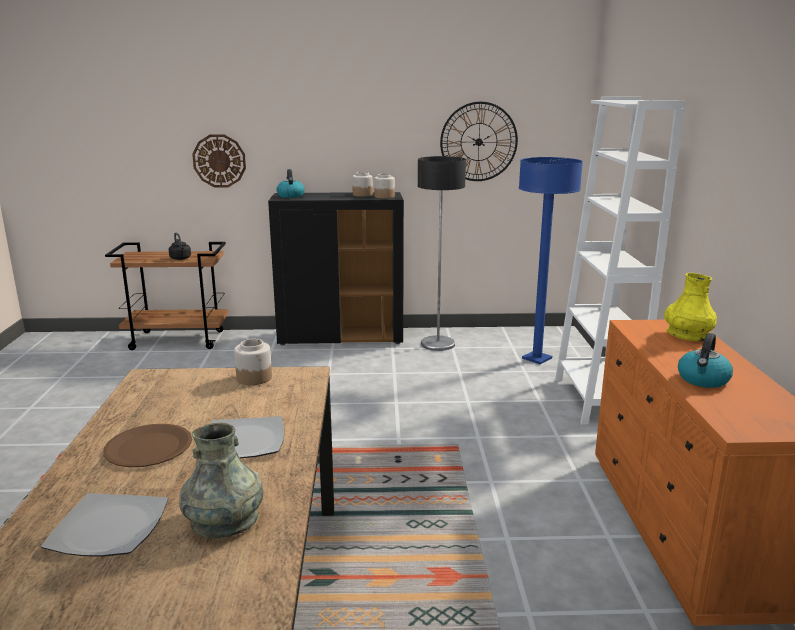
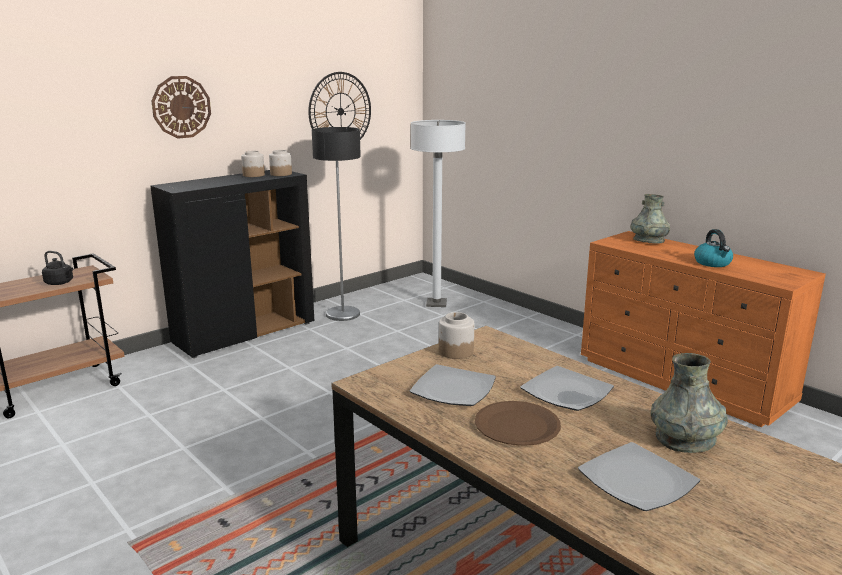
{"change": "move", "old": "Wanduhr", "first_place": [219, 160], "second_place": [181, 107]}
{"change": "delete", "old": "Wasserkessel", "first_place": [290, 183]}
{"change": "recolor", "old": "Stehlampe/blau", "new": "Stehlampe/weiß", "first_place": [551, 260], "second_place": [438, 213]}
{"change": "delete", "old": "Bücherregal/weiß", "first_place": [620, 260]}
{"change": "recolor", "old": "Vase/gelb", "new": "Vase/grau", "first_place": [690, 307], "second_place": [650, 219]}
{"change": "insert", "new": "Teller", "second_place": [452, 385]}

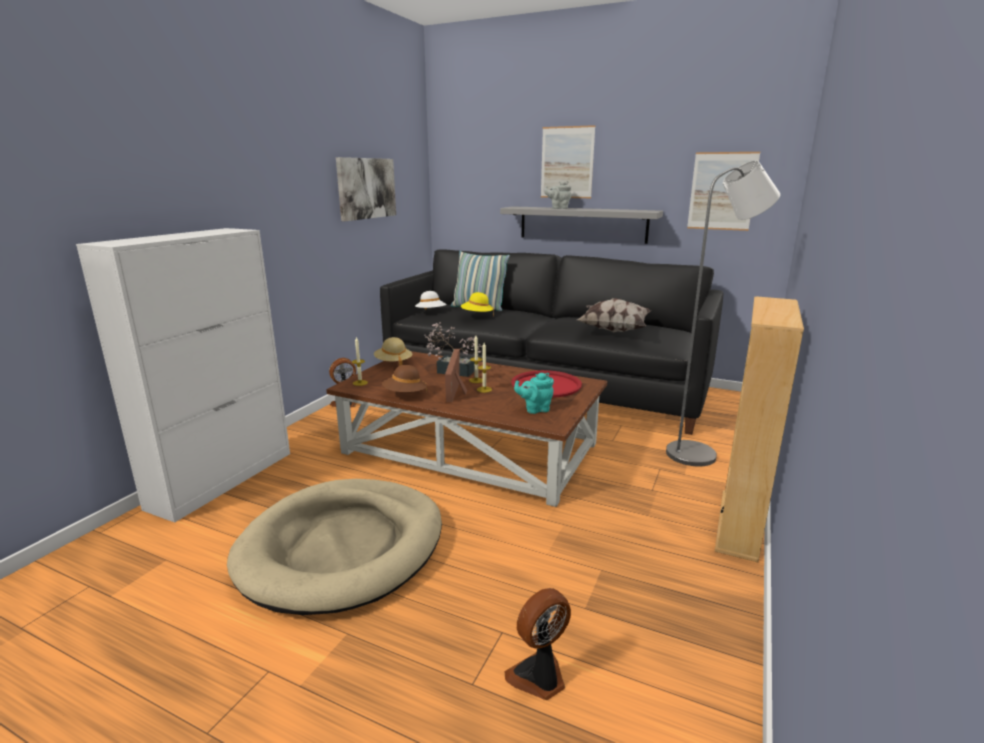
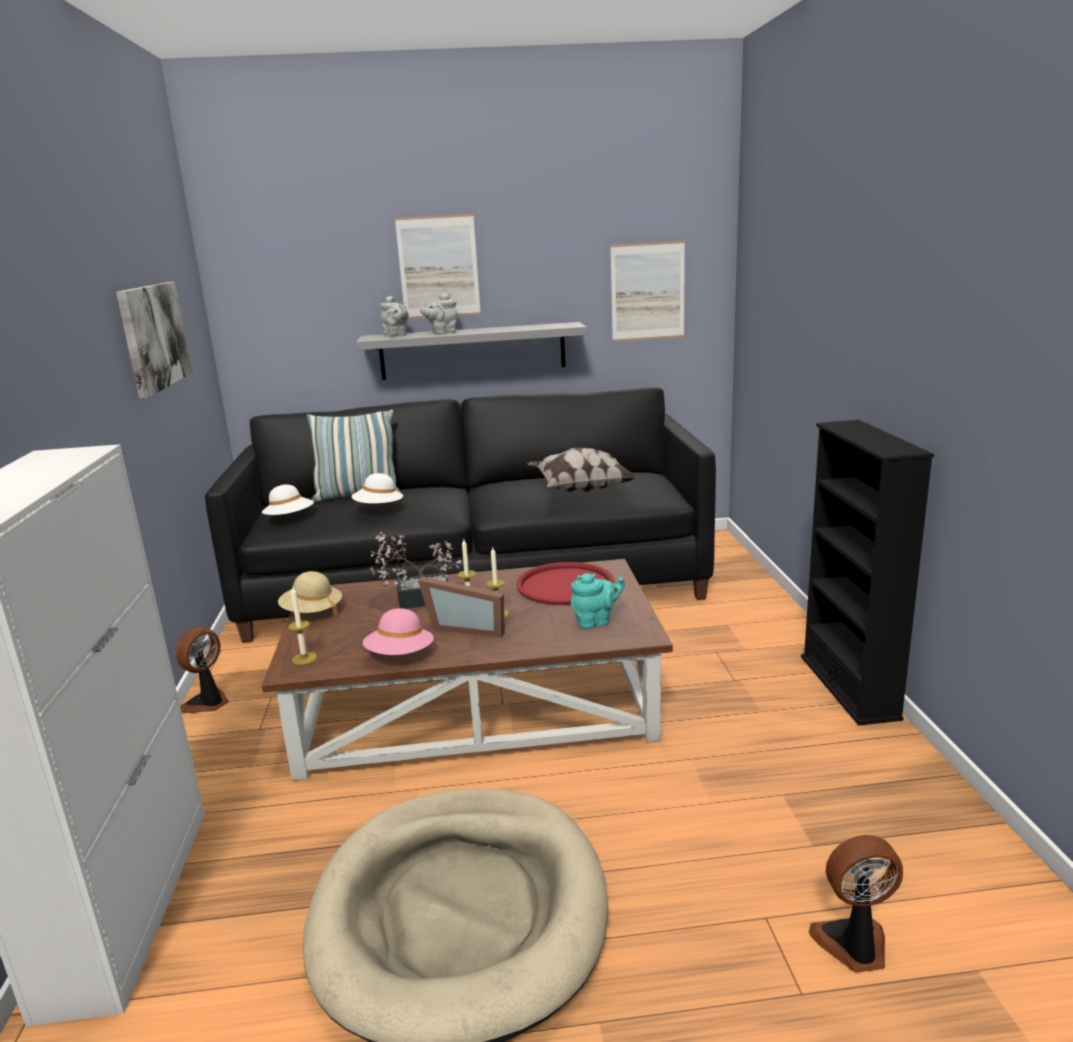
{"change": "recolor", "old": "Hut/braun", "new": "Hut/rosa", "first_place": [404, 378], "second_place": [398, 631]}
{"change": "rotate", "old": "Bilderrahmen", "first_place": [456, 375], "second_place": [461, 607], "degrees": -45}
{"change": "recolor", "old": "Hut/gelb", "new": "Hut/weiß", "first_place": [477, 304], "second_place": [378, 488]}
{"change": "rotate", "old": "Ventilator", "first_place": [538, 644], "second_place": [856, 904], "degrees": 60}
{"change": "rotate", "old": "Teekanne/türkis", "first_place": [534, 393], "second_place": [598, 601], "degrees": -150}
{"change": "delete", "old": "Stehlampe/grau", "first_place": [723, 313]}
{"change": "recolor", "old": "Bücherregal/beige", "new": "Bücherregal/schwarz", "first_place": [759, 429], "second_place": [867, 573]}
{"change": "insert", "new": "Teekanne/grau", "second_place": [394, 316]}

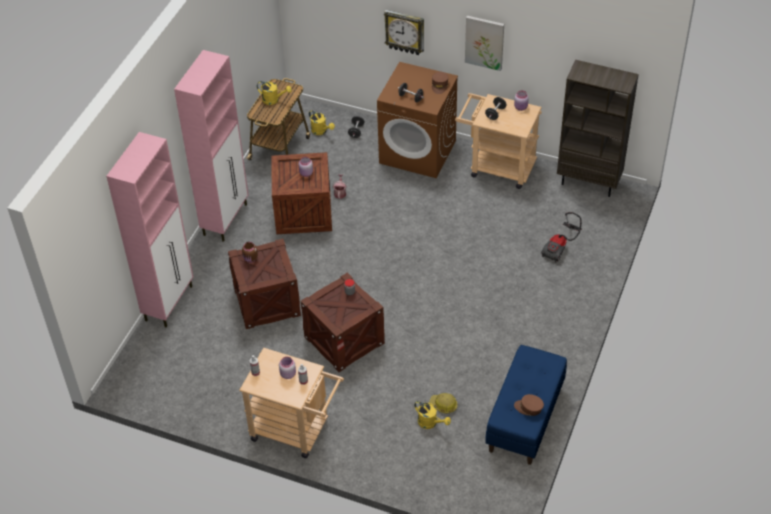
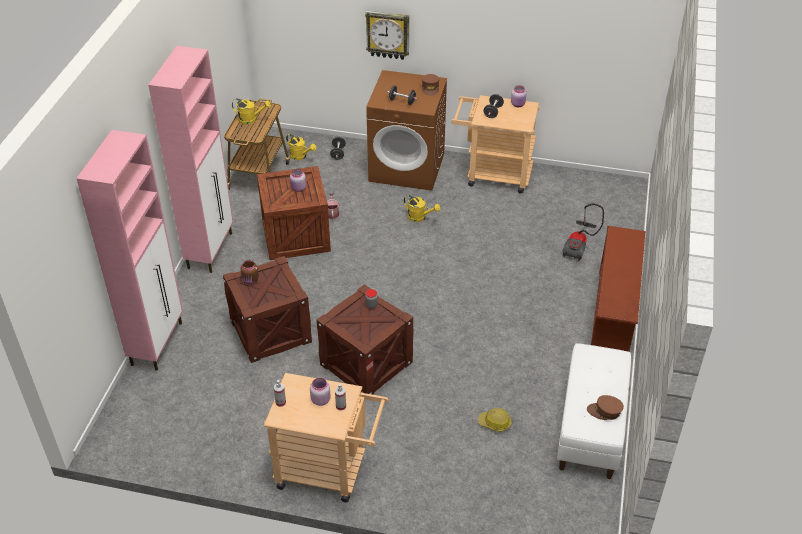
{"change": "move", "old": "Gießkanne/gelb", "first_place": [432, 415], "second_place": [422, 208]}
{"change": "delete", "old": "Bild", "first_place": [484, 43]}
{"change": "recolor", "old": "Bank/blau", "new": "Bank/weiß", "first_place": [526, 405], "second_place": [594, 411]}
{"change": "delete", "old": "Bücherregal/braun", "first_place": [598, 128]}
{"change": "insert", "new": "Schuhregal/braun", "second_place": [618, 289]}

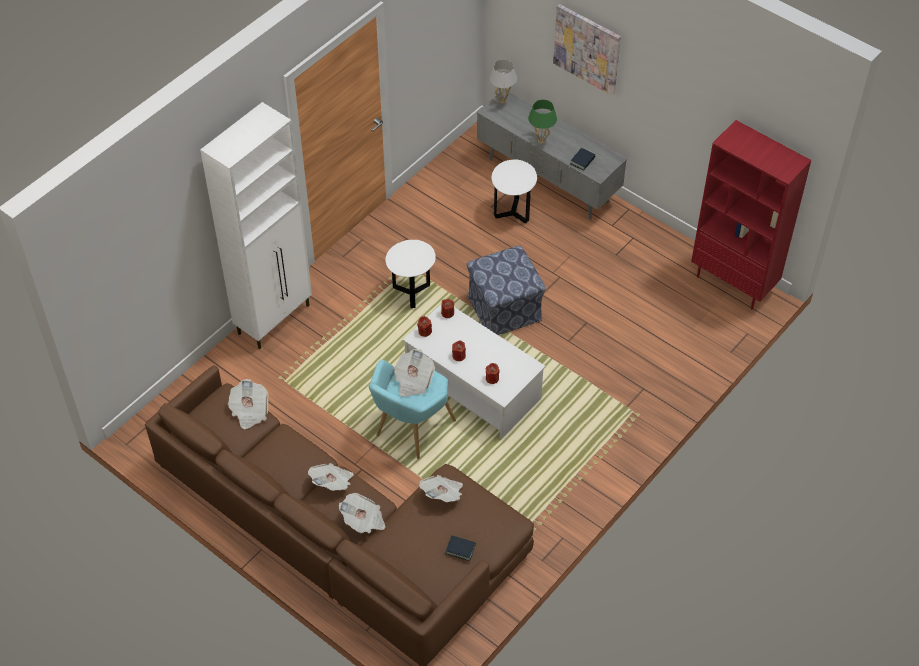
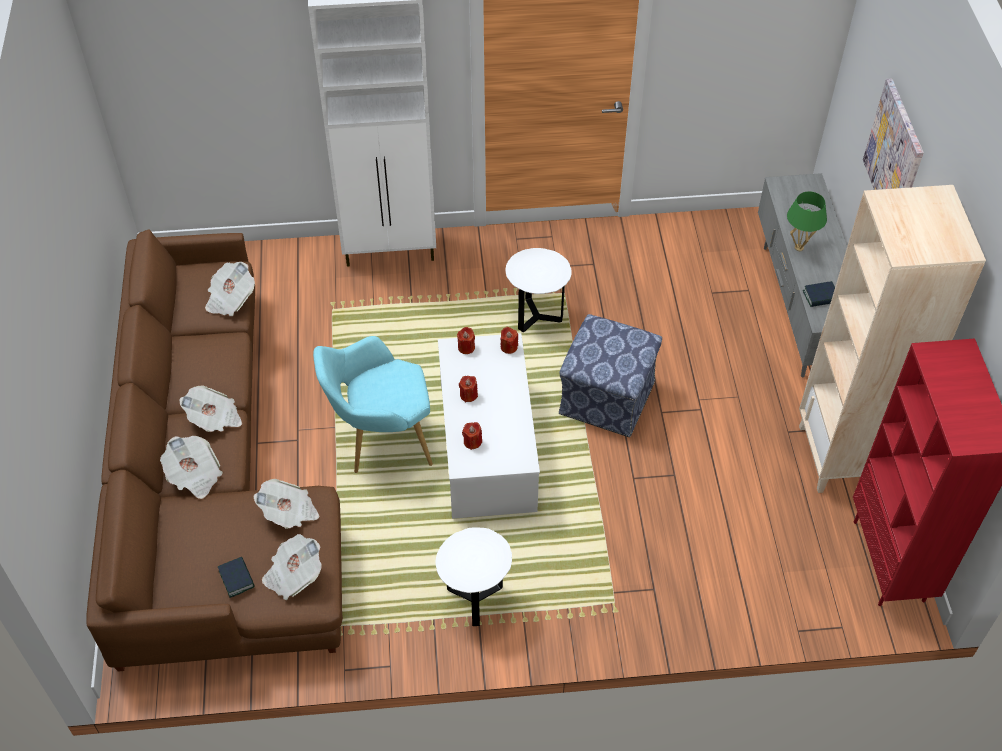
{"change": "move", "old": "Zeitung", "first_place": [414, 373], "second_place": [292, 567]}
{"change": "delete", "old": "Tischlampe/weiß", "first_place": [503, 82]}
{"change": "move", "old": "Beistelltisch/weiß", "first_place": [514, 191], "second_place": [474, 576]}
{"change": "insert", "new": "Bücherregal/beige", "second_place": [892, 339]}

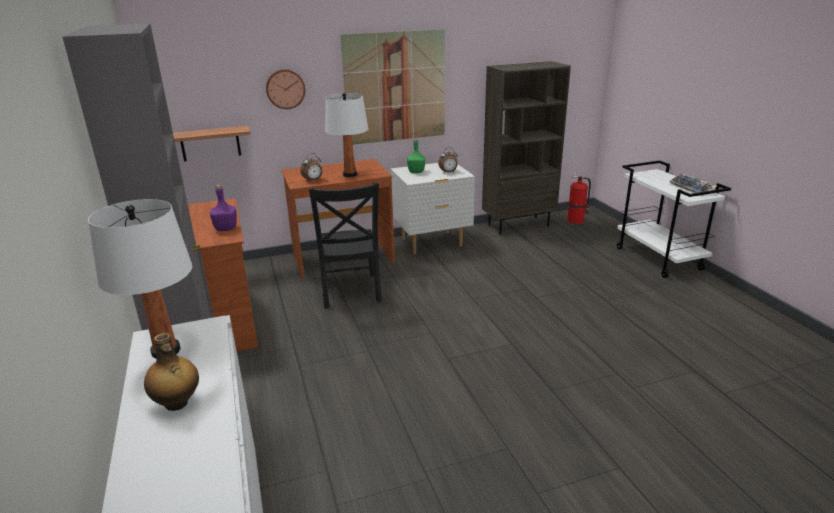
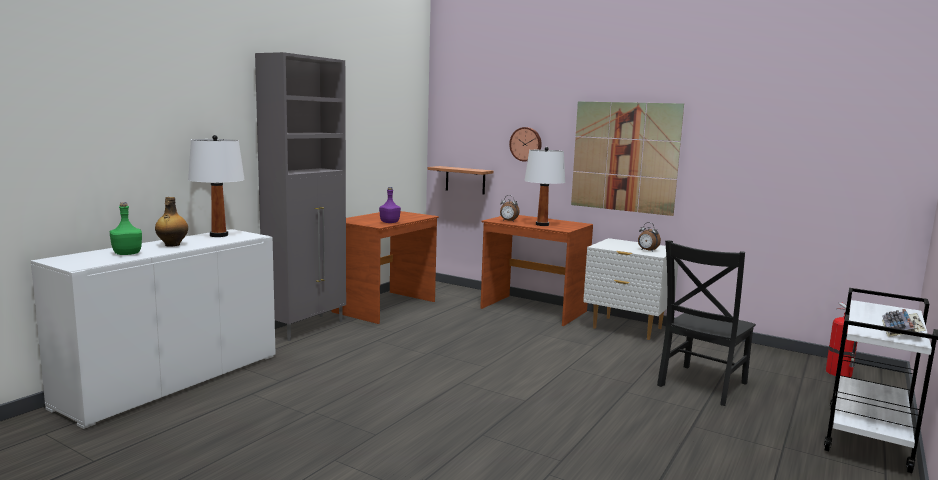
{"change": "move", "old": "Stuhl/schwarz", "first_place": [345, 245], "second_place": [706, 323]}
{"change": "move", "old": "Flasche/grün", "first_place": [416, 156], "second_place": [126, 228]}
{"change": "delete", "old": "Bücherregal/braun", "first_place": [526, 148]}

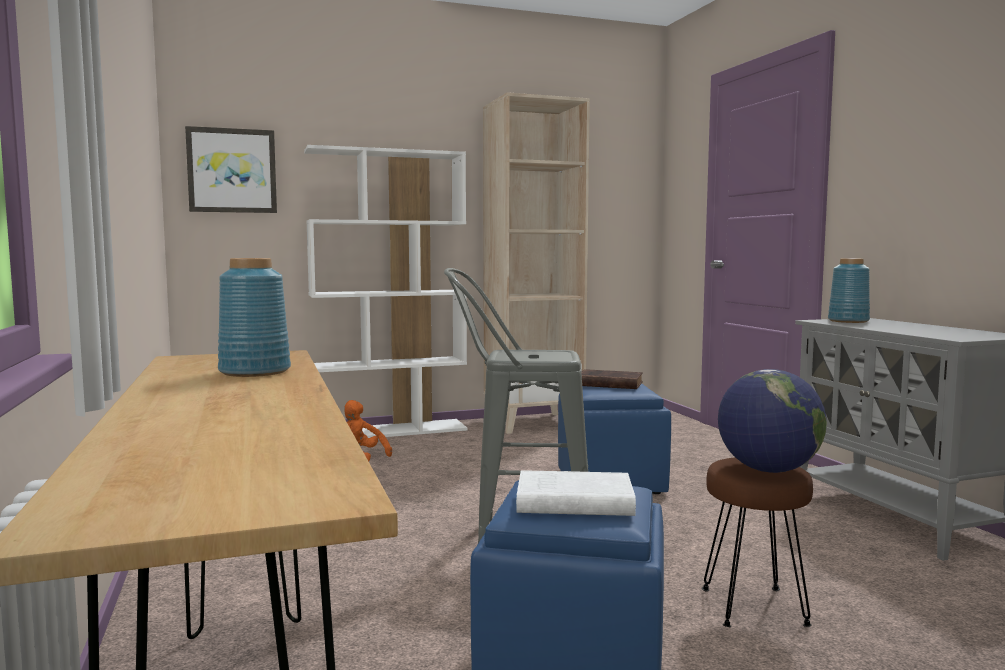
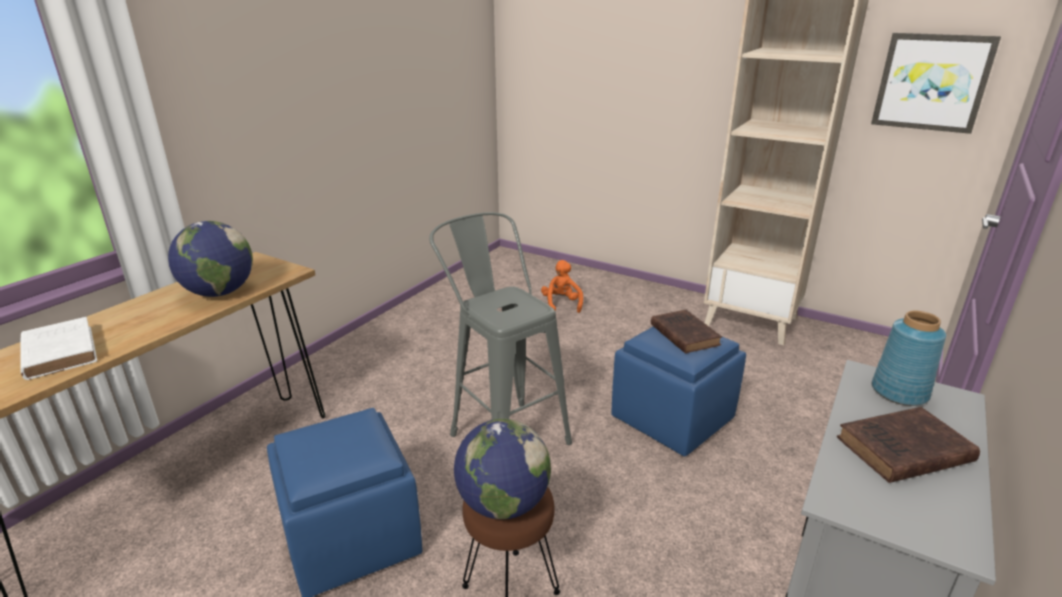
{"change": "move", "old": "Bild", "first_place": [231, 169], "second_place": [936, 83]}
{"change": "replace", "old": "Vase/blau", "new": "Globus", "first_place": [254, 317], "second_place": [210, 259]}
{"change": "delete", "old": "Bücherregal/weiß", "first_place": [385, 291]}
{"change": "move", "old": "Buch/weiß", "first_place": [576, 493], "second_place": [58, 348]}
{"change": "insert", "new": "Buch/braun", "second_place": [908, 445]}

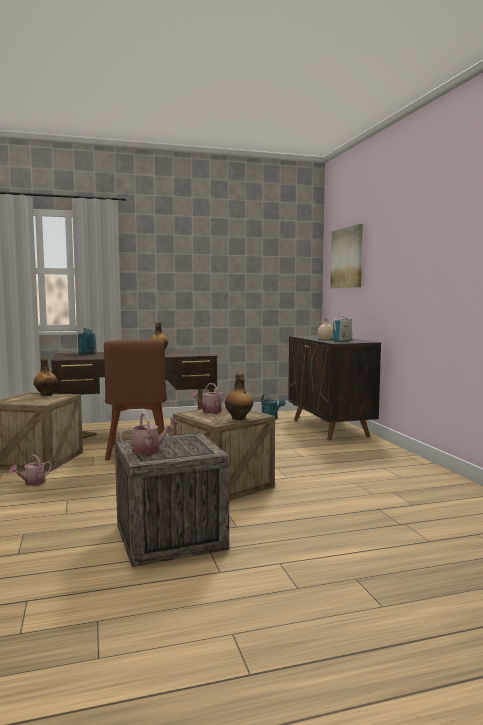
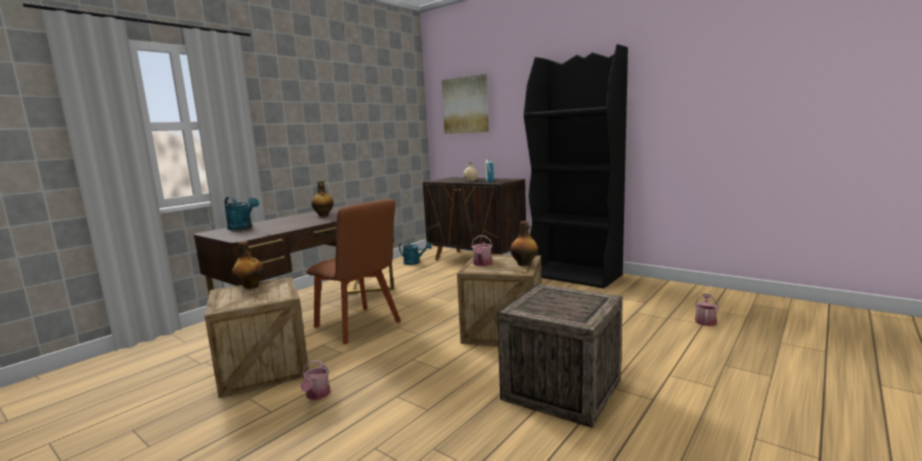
{"change": "move", "old": "Gießkanne", "first_place": [149, 433], "second_place": [707, 310]}
{"change": "insert", "new": "Bücherregal/schwarz", "second_place": [576, 166]}

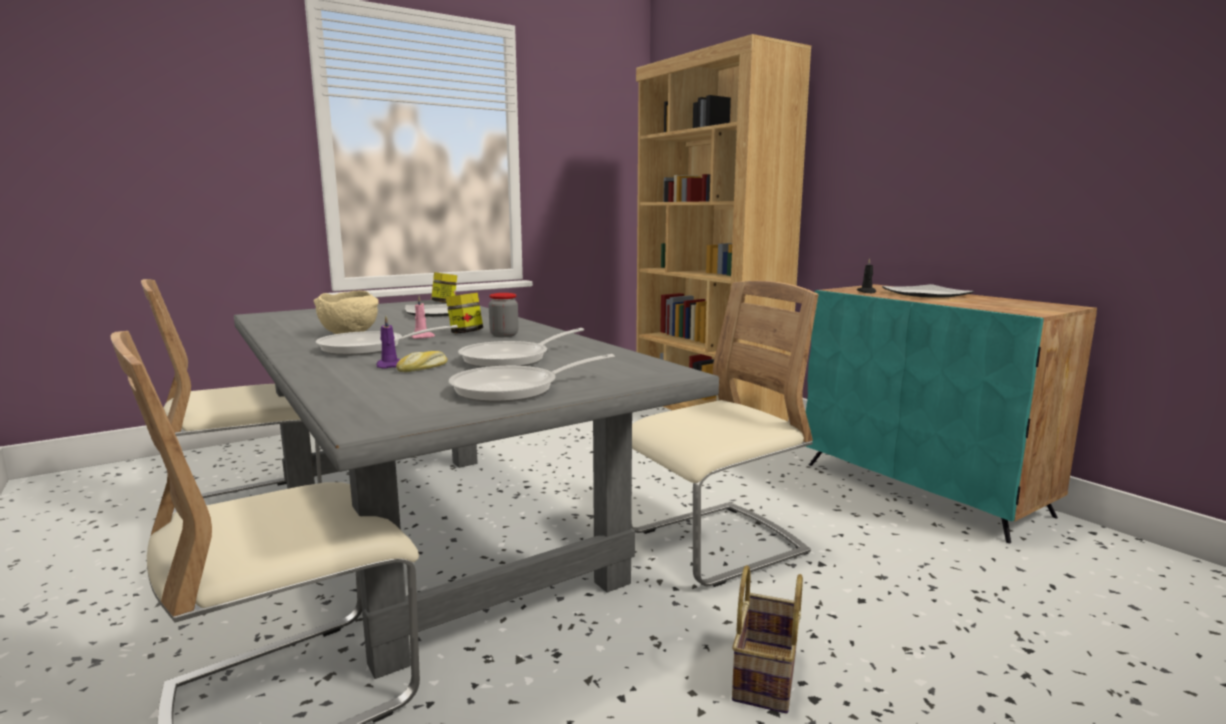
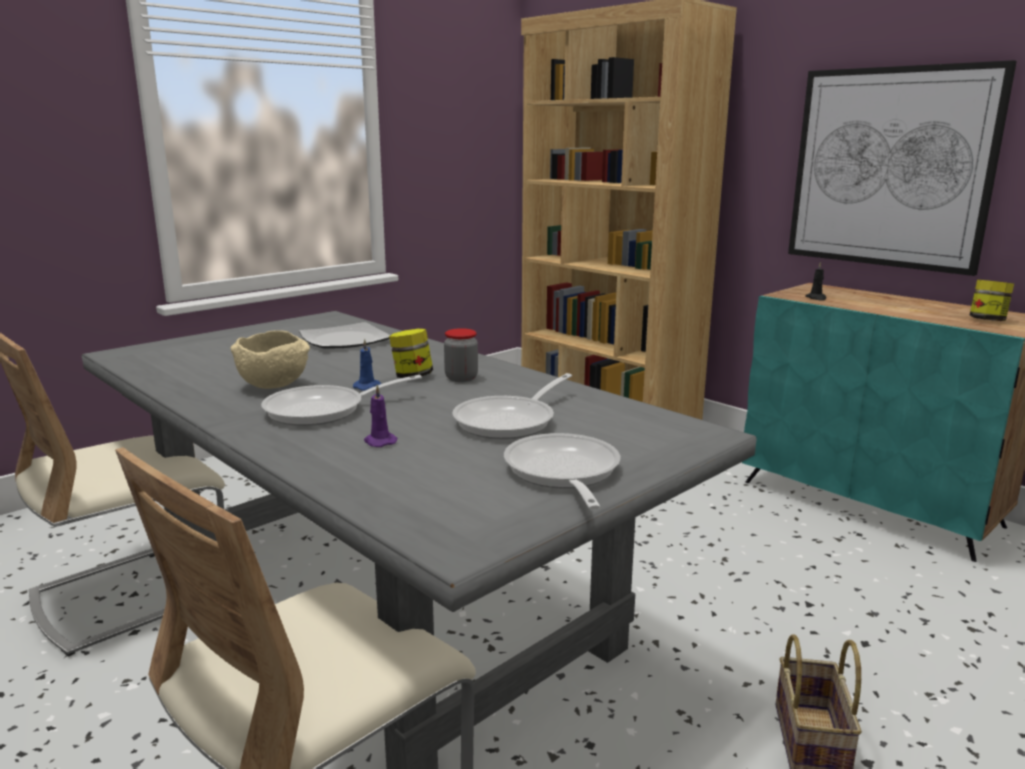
{"change": "delete", "old": "Brot", "first_place": [422, 361]}
{"change": "recolor", "old": "Kerze/rosa", "new": "Kerze/blau", "first_place": [423, 317], "second_place": [367, 365]}
{"change": "move", "old": "Vorratsglas", "first_place": [444, 287], "second_place": [991, 300]}
{"change": "rotate", "old": "Pfanne", "first_place": [532, 378], "second_place": [562, 471], "degrees": 120}
{"change": "delete", "old": "Stuhl/beige", "first_place": [725, 434]}
{"change": "delete", "old": "Teller", "first_place": [928, 291]}
{"change": "insert", "new": "Bild", "second_place": [902, 168]}

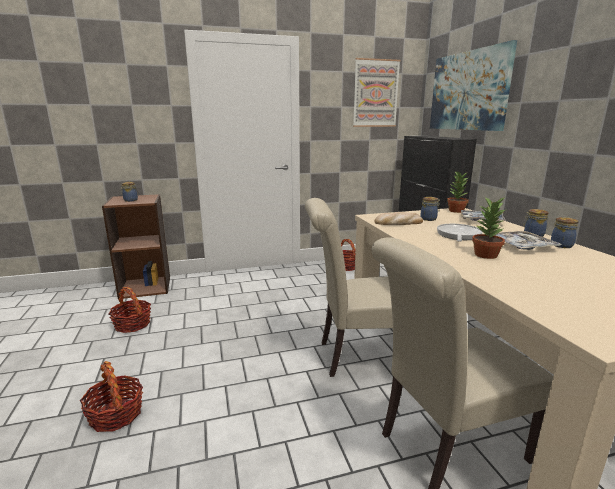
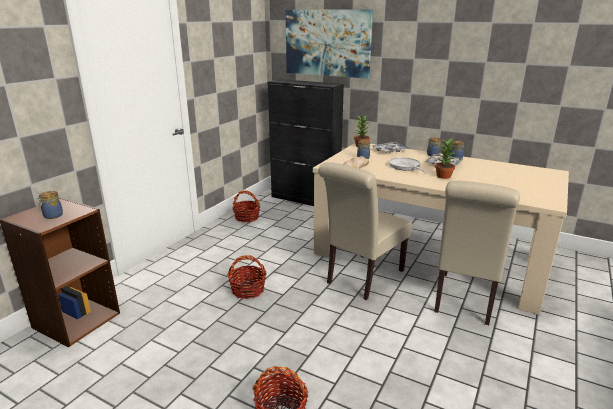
{"change": "move", "old": "Korb", "first_place": [130, 310], "second_place": [247, 277]}
{"change": "delete", "old": "Bild", "first_place": [376, 92]}

